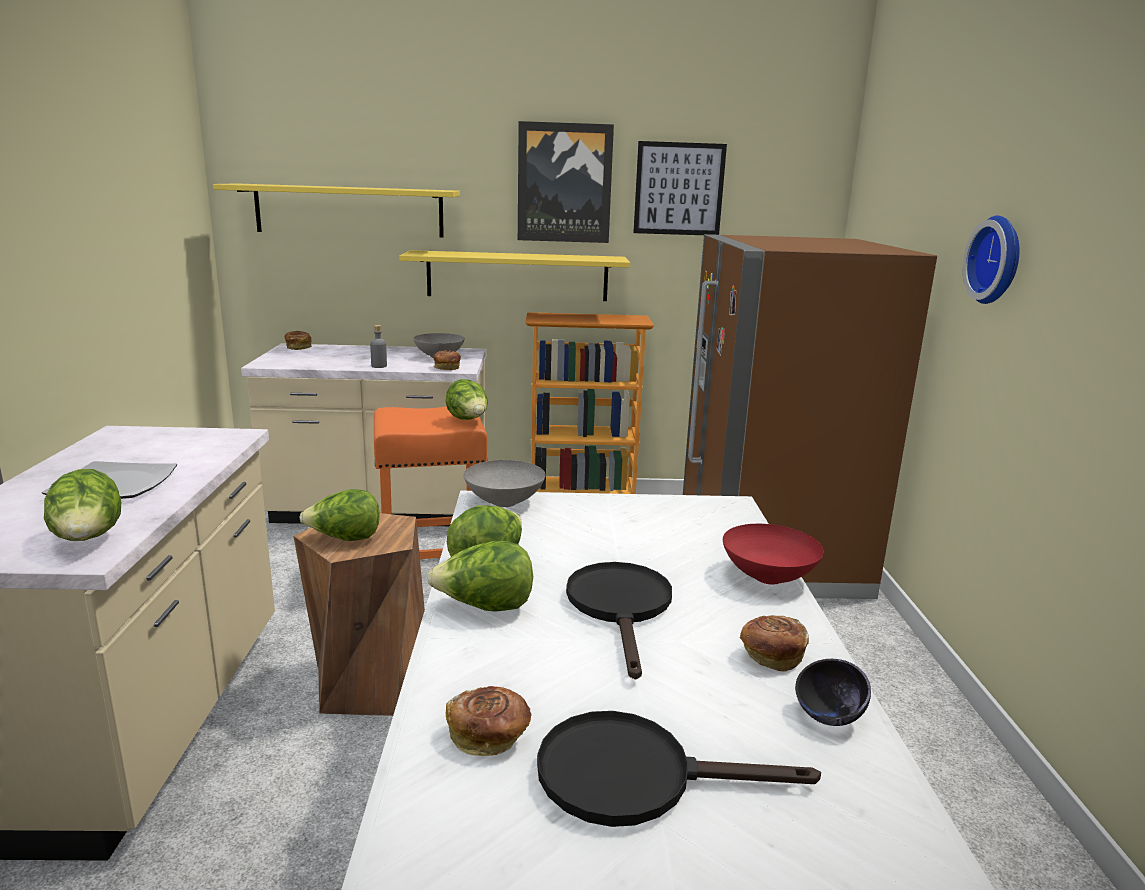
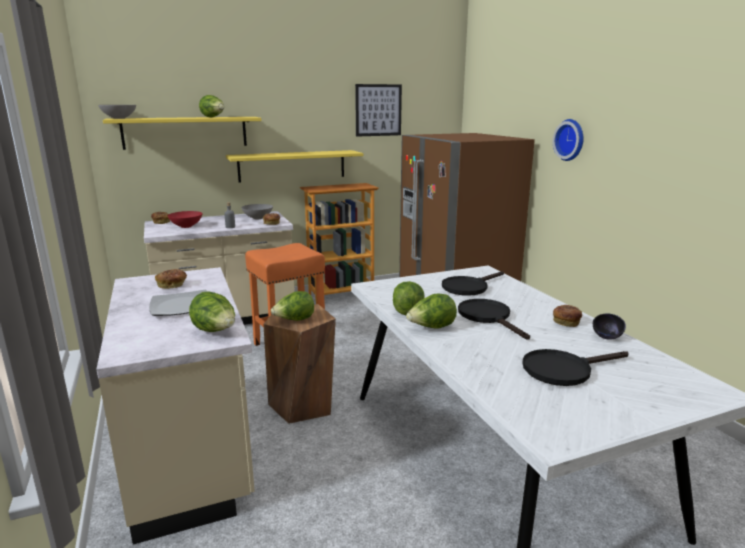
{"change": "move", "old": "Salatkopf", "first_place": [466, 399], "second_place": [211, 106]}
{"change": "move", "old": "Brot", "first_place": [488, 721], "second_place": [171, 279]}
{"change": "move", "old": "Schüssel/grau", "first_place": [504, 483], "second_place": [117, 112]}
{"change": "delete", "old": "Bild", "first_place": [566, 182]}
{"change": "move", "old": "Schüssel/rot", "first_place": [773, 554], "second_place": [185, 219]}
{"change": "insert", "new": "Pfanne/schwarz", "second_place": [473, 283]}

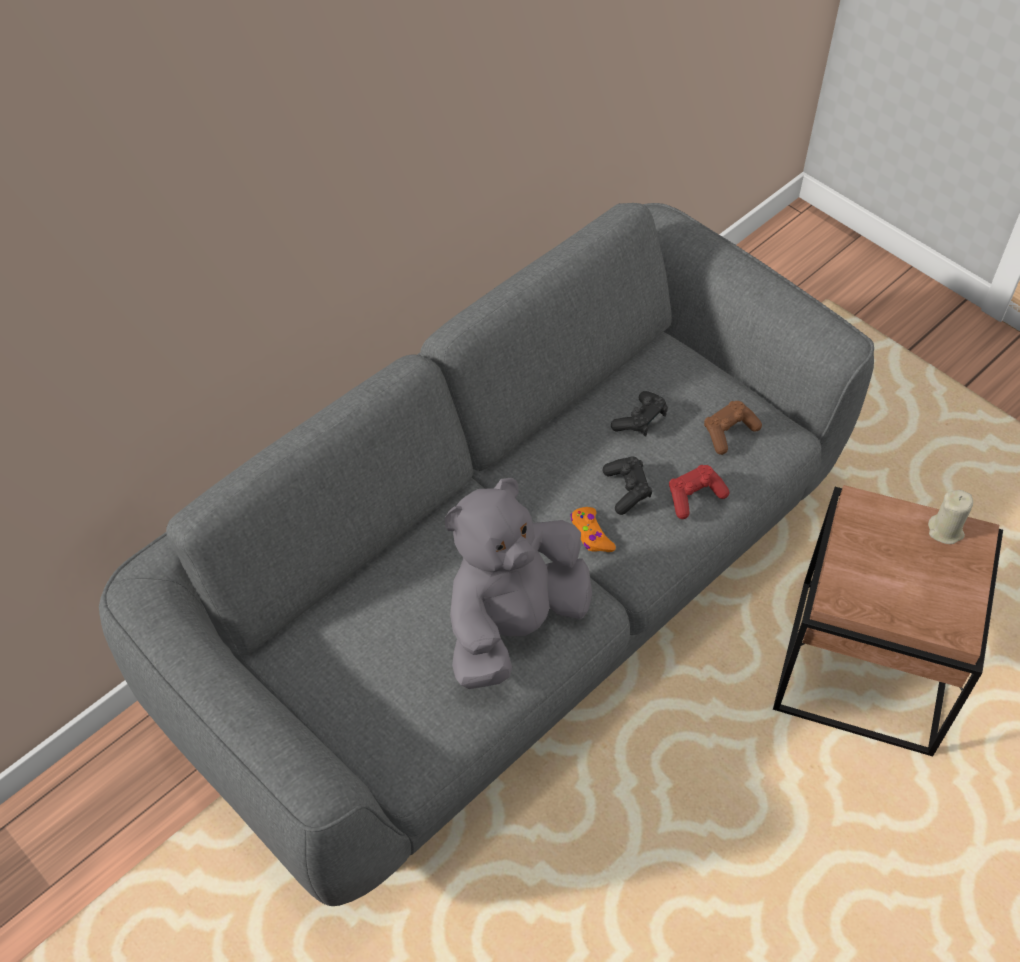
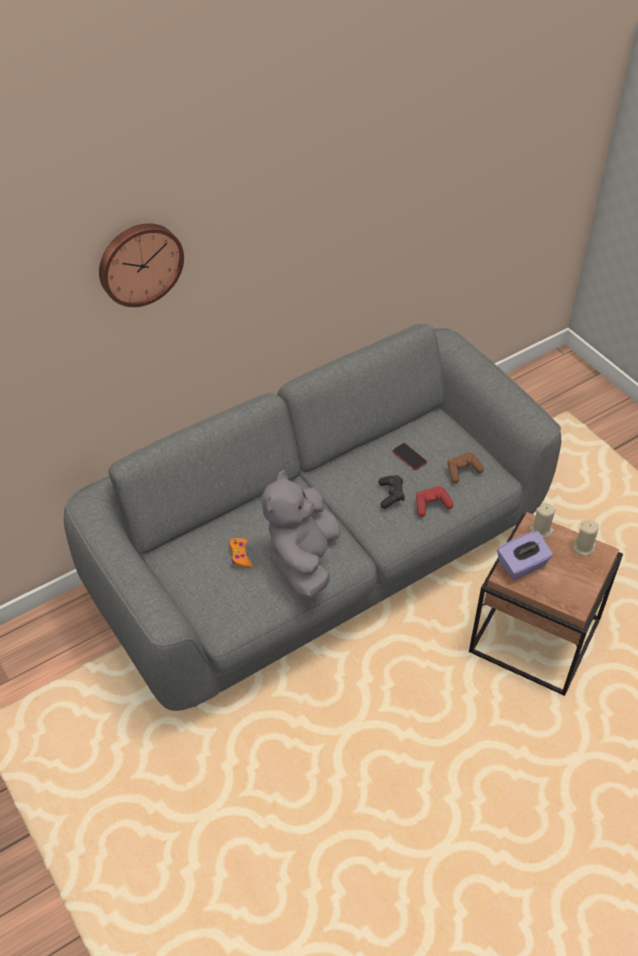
{"change": "rotate", "old": "Plüschtier/grau", "first_place": [518, 583], "second_place": [301, 534], "degrees": -45}
{"change": "move", "old": "Gamepad/orange", "first_place": [593, 529], "second_place": [241, 553]}
{"change": "replace", "old": "Gamepad/schwarz", "new": "Handy", "first_place": [639, 413], "second_place": [410, 456]}
{"change": "insert", "new": "Wanduhr", "second_place": [141, 265]}
{"change": "insert", "new": "Taschentuchbox/lila", "second_place": [525, 555]}
{"change": "insert", "new": "Kerze/beige", "second_place": [542, 520]}

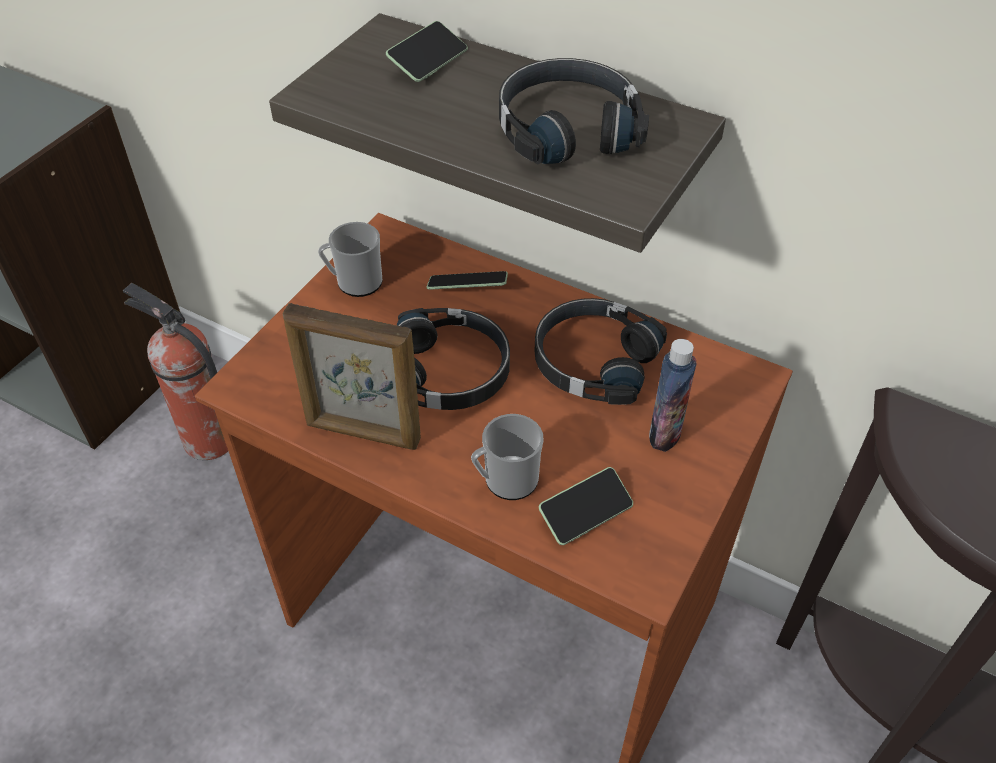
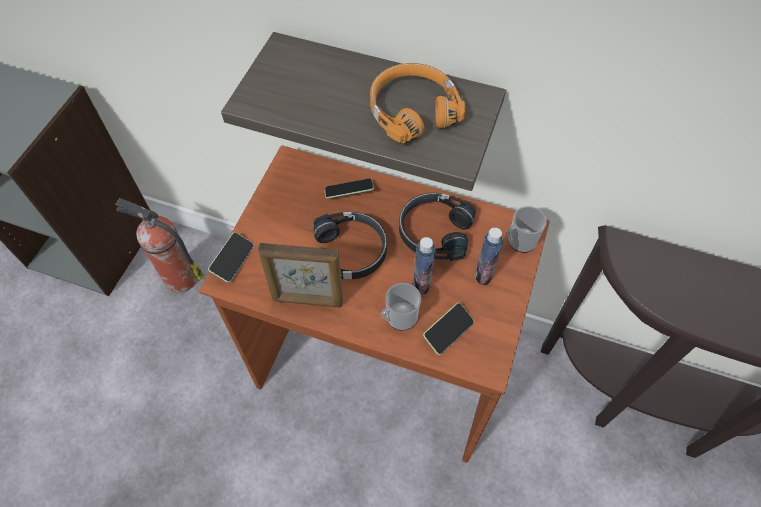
{"change": "move", "old": "Henkelbecher", "first_place": [350, 259], "second_place": [527, 229]}
{"change": "move", "old": "Handy", "first_place": [427, 51], "second_place": [231, 257]}
{"change": "recolor", "old": "Kopfhörer/schwarz", "new": "Kopfhörer/orange", "first_place": [574, 111], "second_place": [417, 103]}
{"change": "insert", "new": "Flasche", "second_place": [424, 265]}

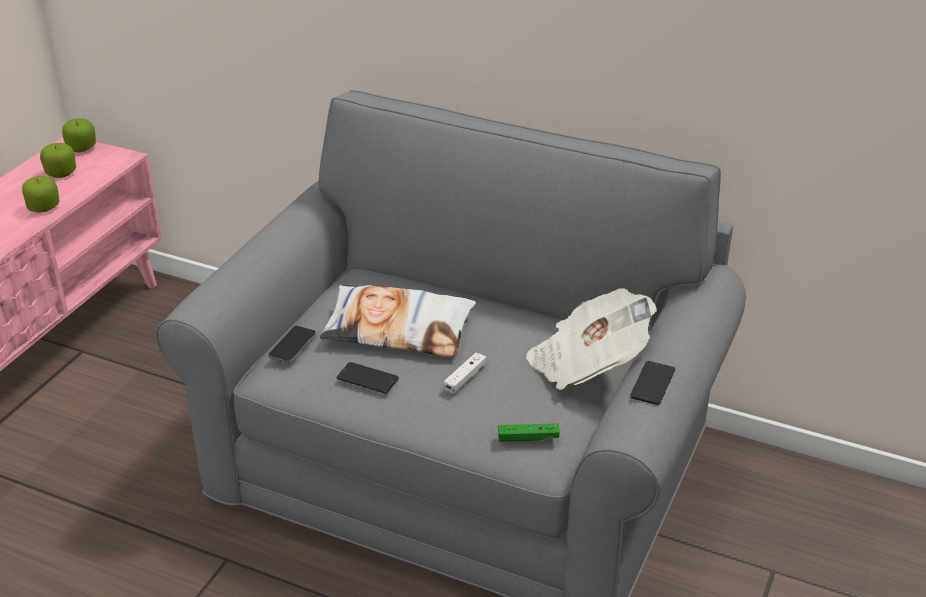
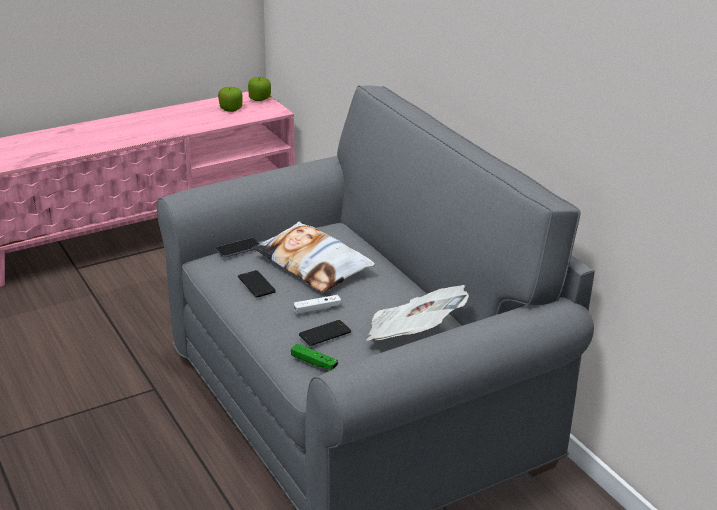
{"change": "delete", "old": "Apfel", "first_place": [41, 194]}
{"change": "move", "old": "Handy", "first_place": [652, 383], "second_place": [325, 333]}

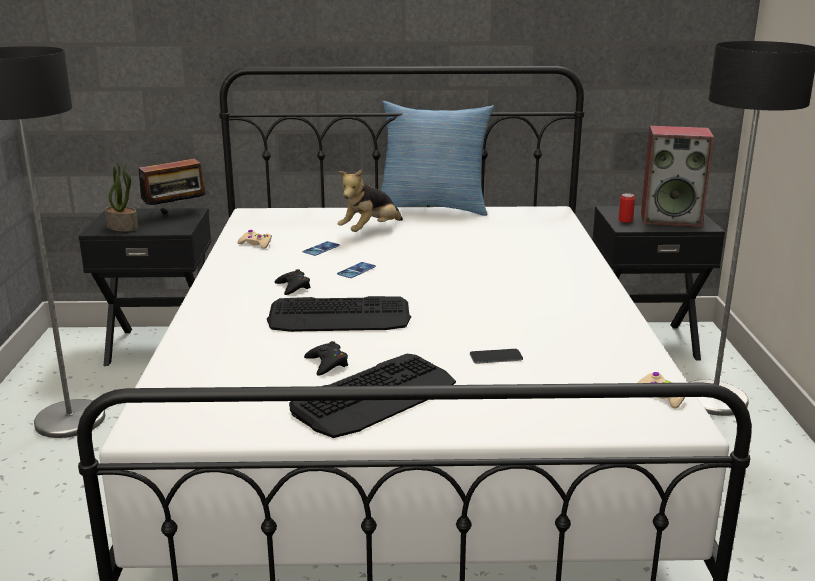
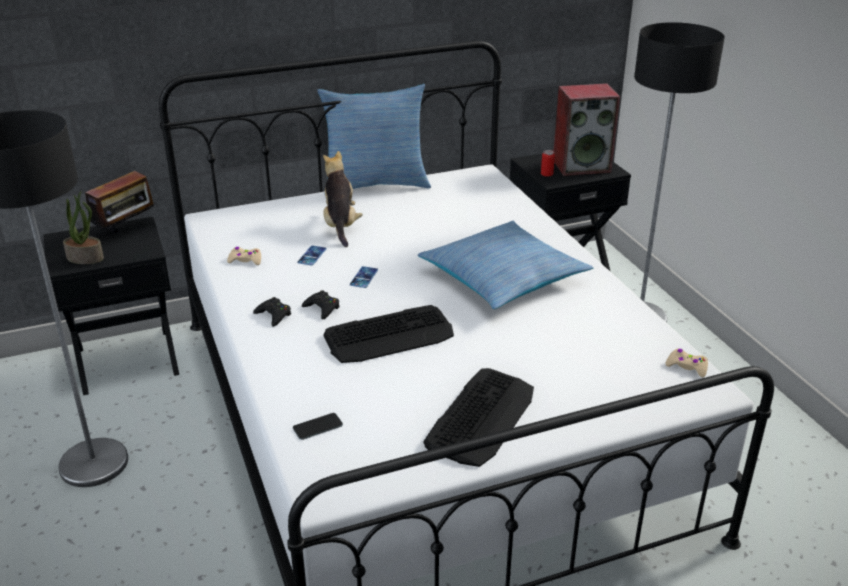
{"change": "move", "old": "Gamepad/schwarz", "first_place": [326, 358], "second_place": [272, 312]}
{"change": "rotate", "old": "Plüschtier", "first_place": [370, 200], "second_place": [343, 199], "degrees": 150}
{"change": "move", "old": "Handy", "first_place": [496, 356], "second_place": [318, 426]}
{"change": "insert", "new": "Kissen", "second_place": [506, 265]}

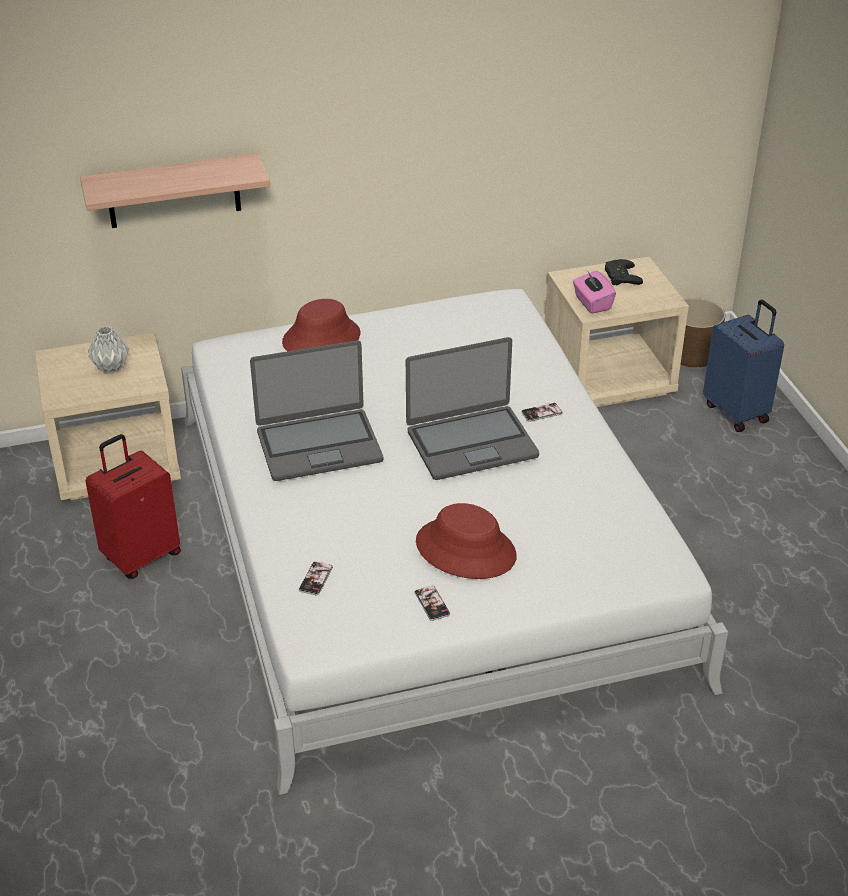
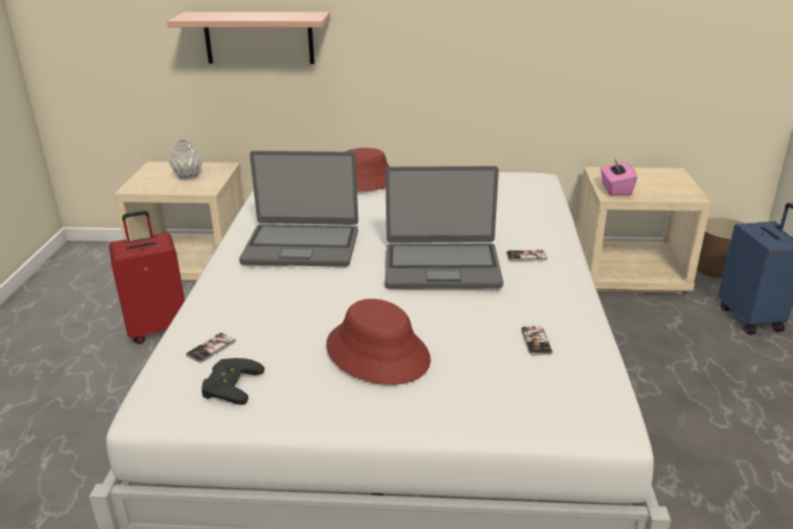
{"change": "move", "old": "Handy", "first_place": [432, 603], "second_place": [537, 340]}
{"change": "move", "old": "Gamepad/schwarz", "first_place": [624, 272], "second_place": [233, 381]}

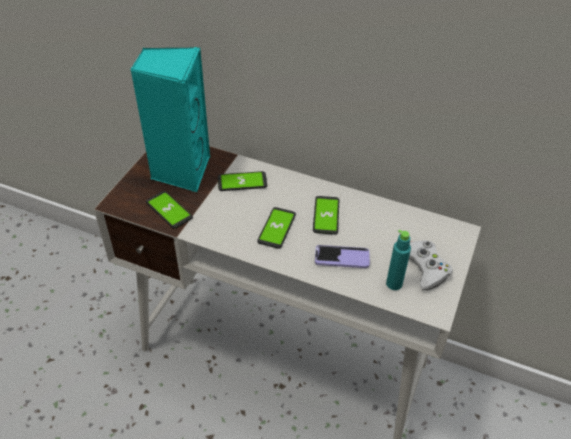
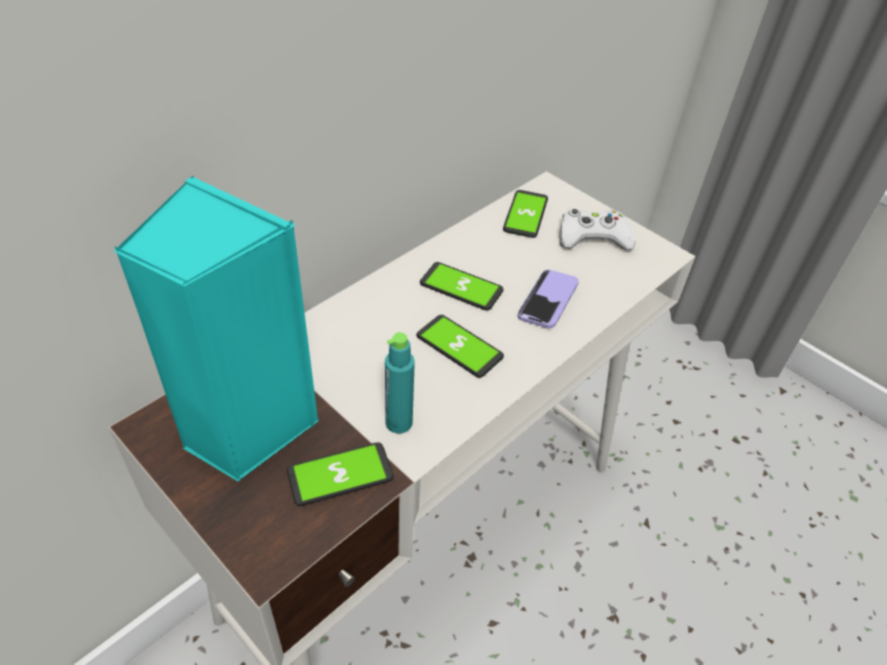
{"change": "move", "old": "Handy", "first_place": [242, 181], "second_place": [525, 214]}
{"change": "move", "old": "Flasche/türkis", "first_place": [398, 260], "second_place": [400, 382]}

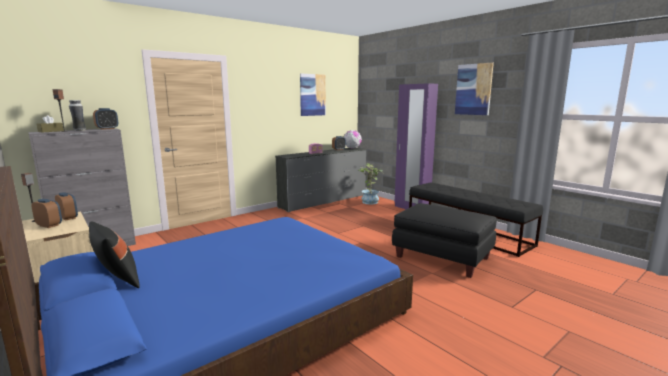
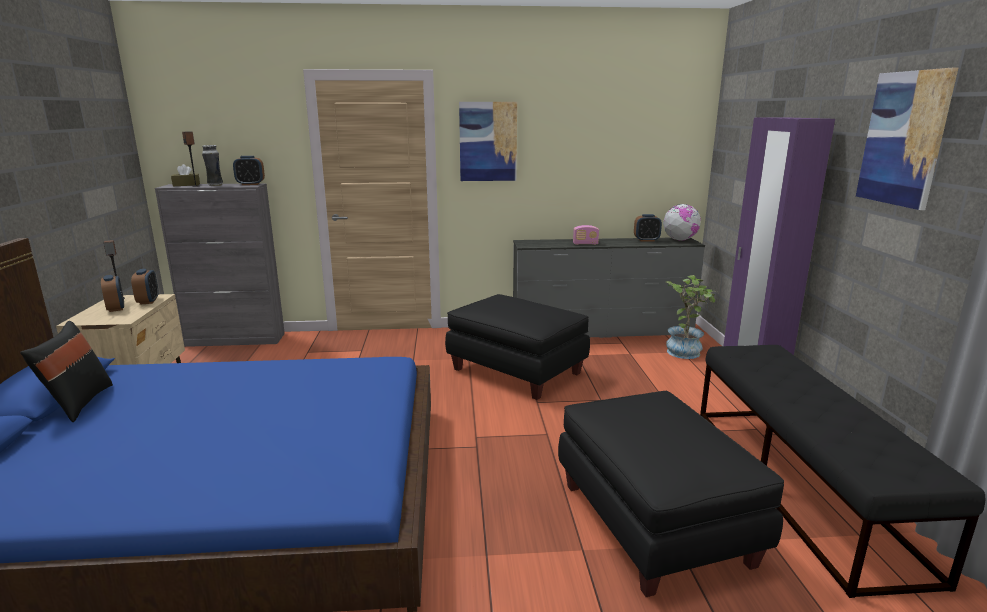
{"change": "move", "old": "Bild", "first_place": [313, 95], "second_place": [488, 141]}
{"change": "insert", "new": "Polsterhocker/schwarz", "second_place": [517, 347]}

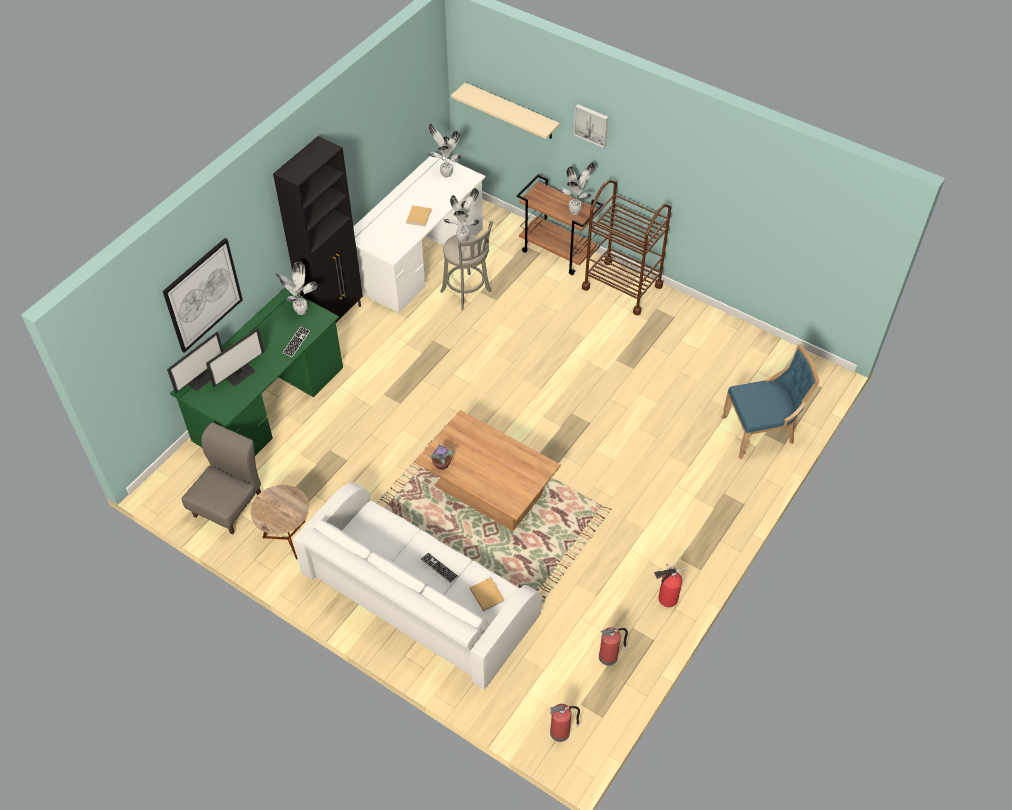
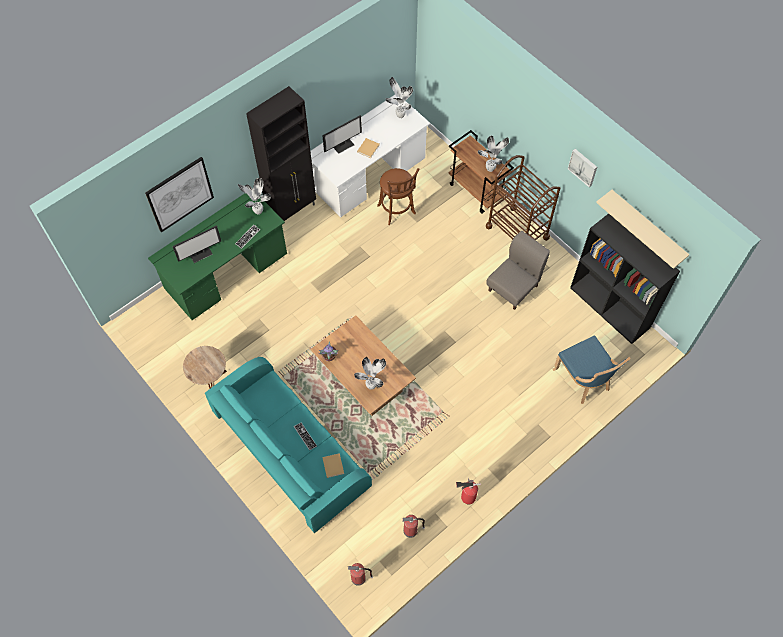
{"change": "move", "old": "Monitor", "first_place": [195, 362], "second_place": [342, 134]}
{"change": "move", "old": "Stuhl/grau", "first_place": [221, 478], "second_place": [518, 270]}
{"change": "recolor", "old": "Sofa/weiß", "new": "Sofa/türkis", "first_place": [417, 586], "second_place": [288, 445]}
{"change": "recolor", "old": "Hocker/grau", "new": "Hocker/braun", "first_place": [467, 265], "second_place": [398, 196]}
{"change": "move", "old": "Topfpflanze", "first_place": [461, 215], "second_place": [370, 373]}
{"change": "move", "old": "Wandregal/beige", "first_place": [505, 111], "second_place": [642, 229]}
{"change": "move", "old": "Bild", "first_place": [591, 126], "second_place": [582, 168]}
{"change": "rotate", "old": "Stuhl/blau", "first_place": [770, 401], "second_place": [592, 369], "degrees": 60}
{"change": "insert", "new": "Bücherregal/schwarz", "second_place": [625, 278]}

